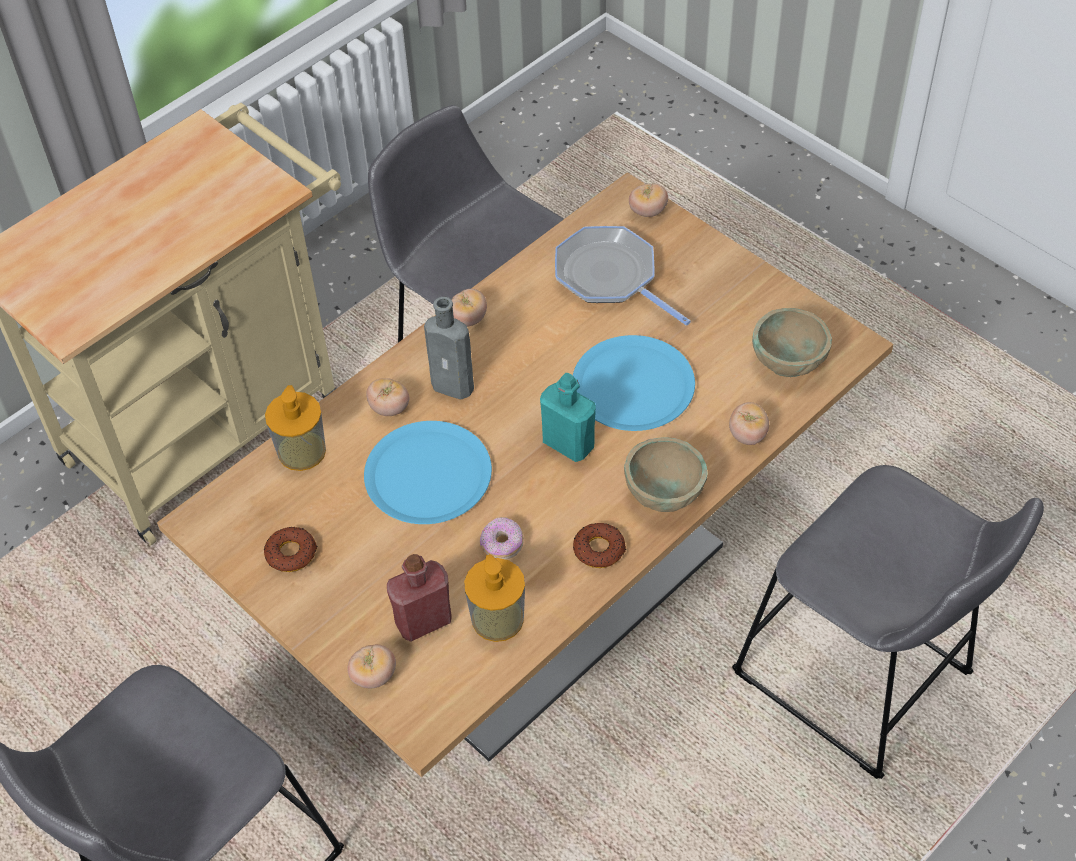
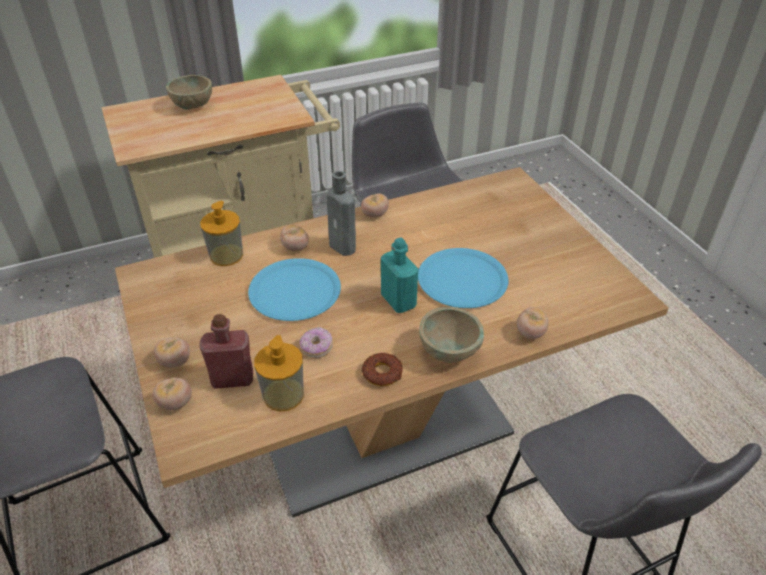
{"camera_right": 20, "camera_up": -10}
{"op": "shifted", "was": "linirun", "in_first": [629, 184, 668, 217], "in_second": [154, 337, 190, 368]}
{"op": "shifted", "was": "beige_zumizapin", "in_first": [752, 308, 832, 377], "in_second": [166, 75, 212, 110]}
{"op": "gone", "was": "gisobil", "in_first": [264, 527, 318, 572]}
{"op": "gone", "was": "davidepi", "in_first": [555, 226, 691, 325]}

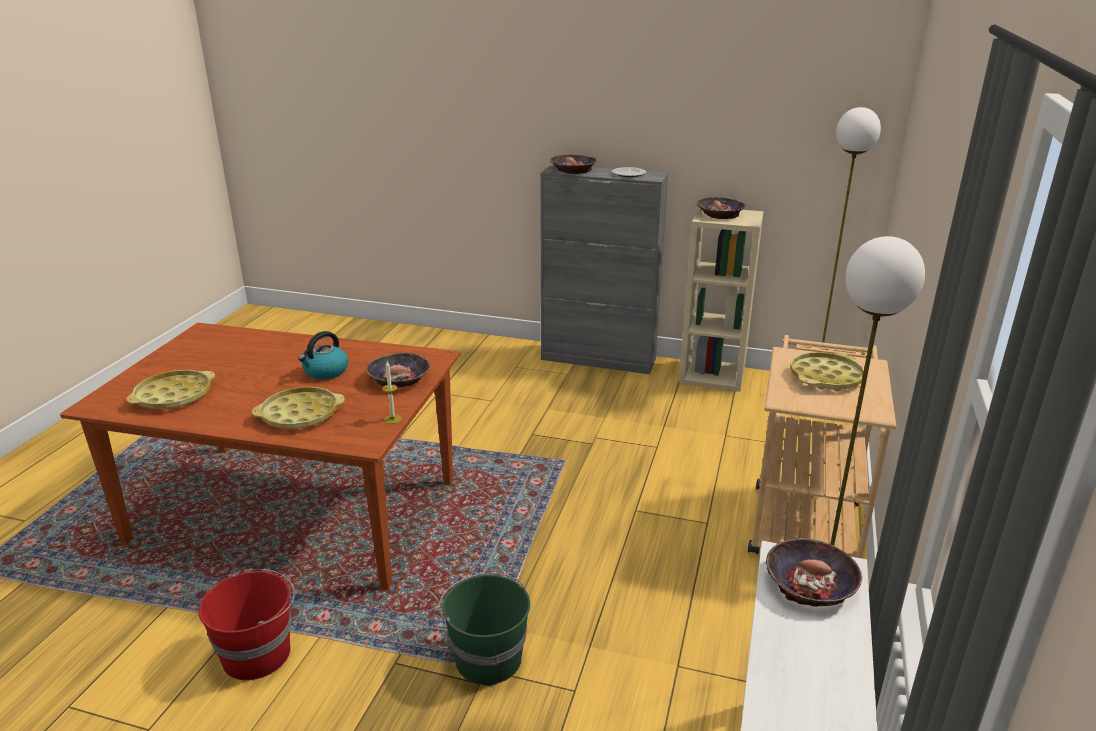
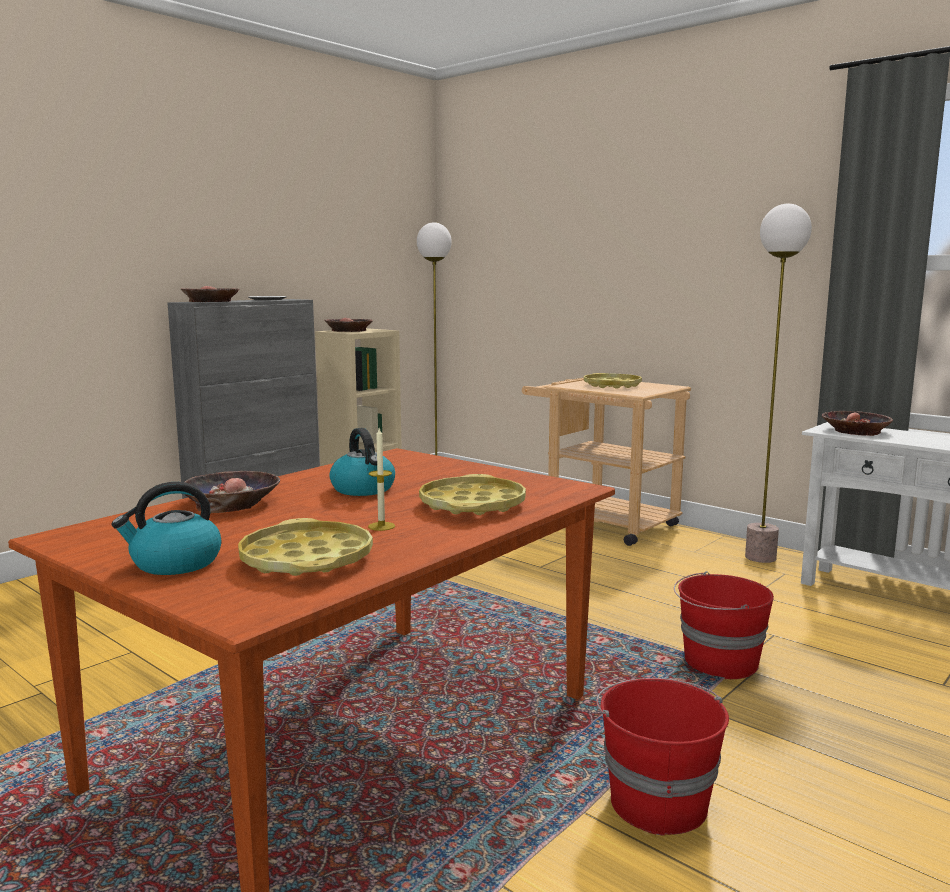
{"camera_right": -65, "camera_up": -15}
{"op": "new", "now": "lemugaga", "in_second": [112, 482, 221, 575]}
{"op": "shifted", "was": "zumizapin", "in_first": [366, 353, 430, 388], "in_second": [185, 471, 280, 513]}
{"op": "shifted", "was": "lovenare", "in_first": [382, 361, 402, 424], "in_second": [368, 428, 395, 531]}
{"op": "repainted", "was": "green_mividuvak", "now": "red_mividuvak", "in_first": [439, 573, 530, 686], "in_second": [674, 571, 774, 679]}

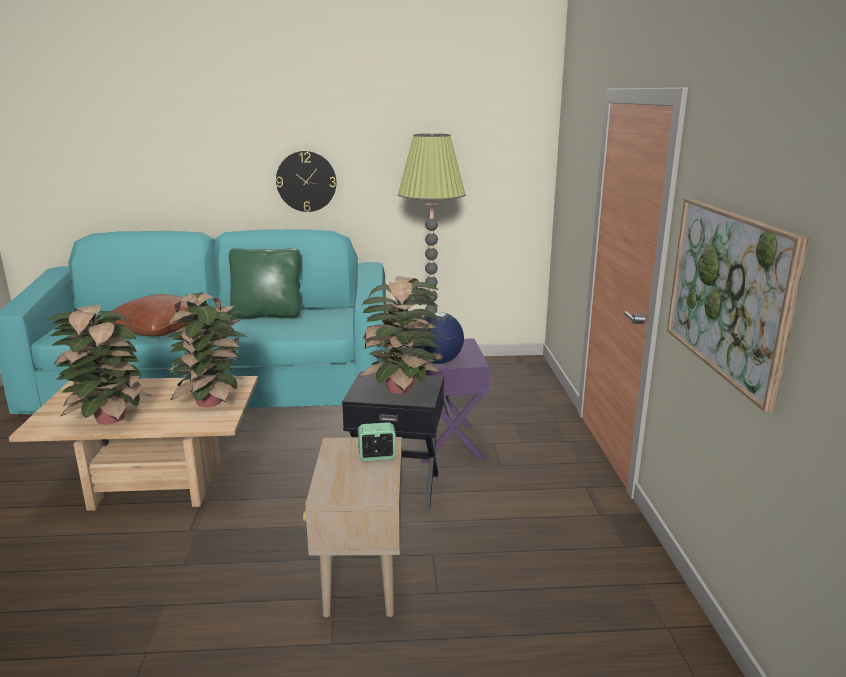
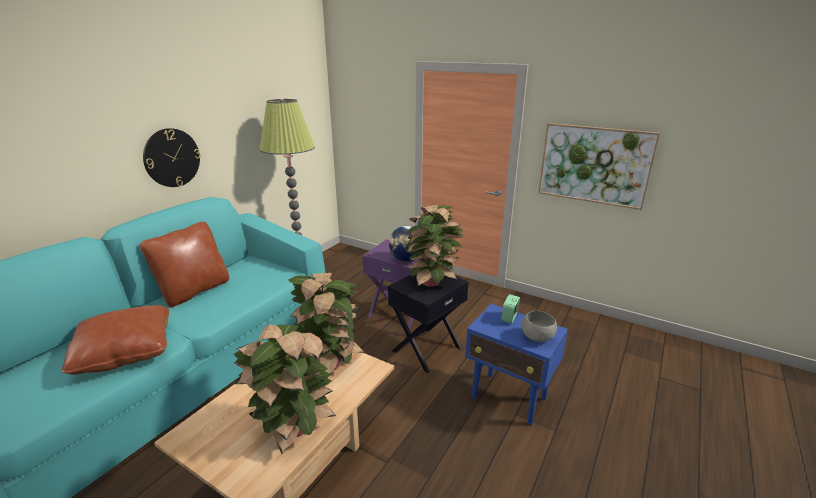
{"camera_right": -55, "camera_up": 5}
{"op": "repainted", "was": "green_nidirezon", "now": "brown_nidirezon", "in_first": [229, 248, 301, 319], "in_second": [140, 222, 229, 308]}
{"op": "repainted", "was": "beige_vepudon", "now": "blue_vepudon", "in_first": [303, 437, 402, 617], "in_second": [465, 304, 568, 425]}
{"op": "new", "now": "grey_zumizapin", "in_second": [522, 311, 557, 342]}

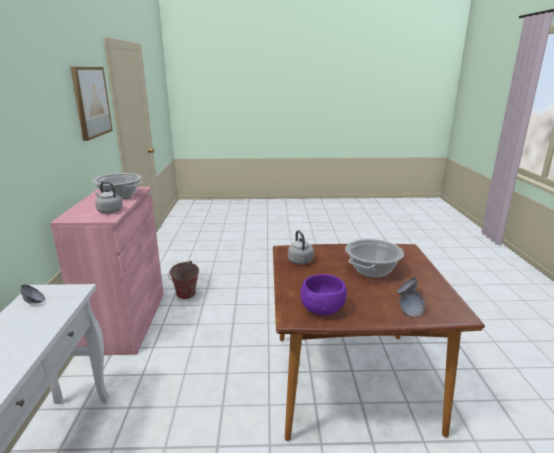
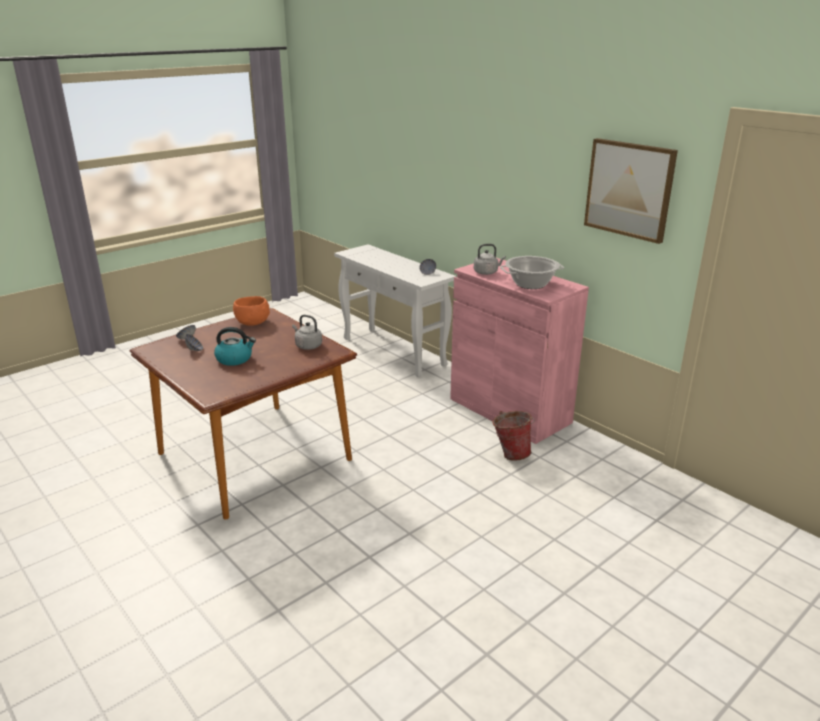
{"camera_right": 140, "camera_up": 5}
{"op": "swapped", "was": "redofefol", "now": "lemugaga", "in_first": [345, 239, 404, 278], "in_second": [214, 327, 256, 366]}
{"op": "repainted", "was": "purple_zumizapin", "now": "orange_zumizapin", "in_first": [300, 274, 347, 315], "in_second": [233, 296, 270, 326]}

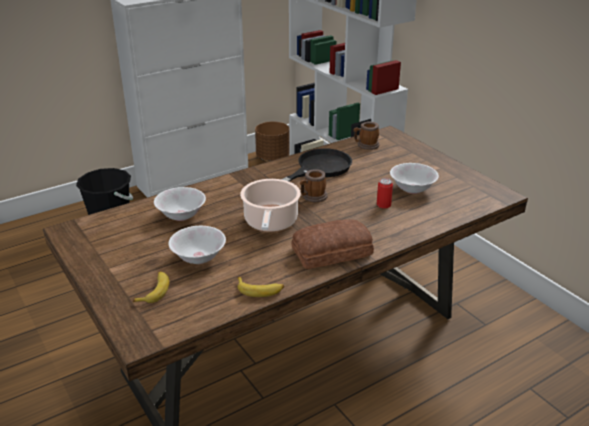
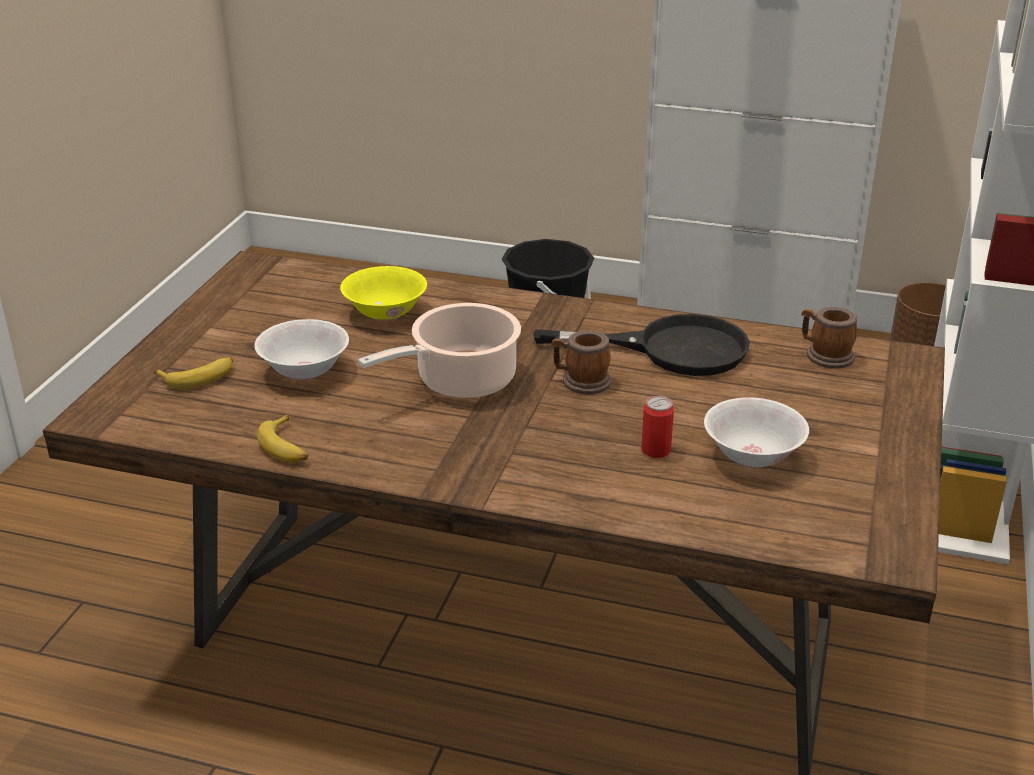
{"camera_right": 50, "camera_up": 0}
{"op": "repainted", "was": "white_zumizapin", "now": "yellow_zumizapin", "in_first": [154, 187, 206, 221], "in_second": [340, 266, 427, 321]}
{"op": "gone", "was": "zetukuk", "in_first": [291, 219, 374, 269]}

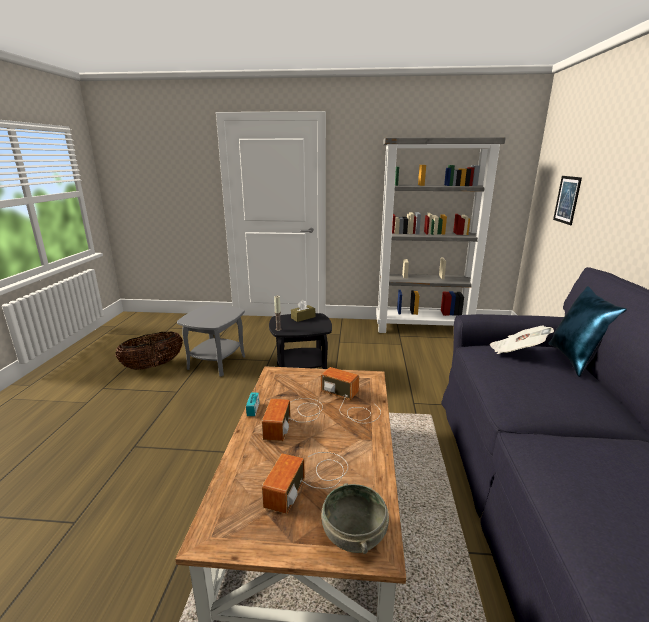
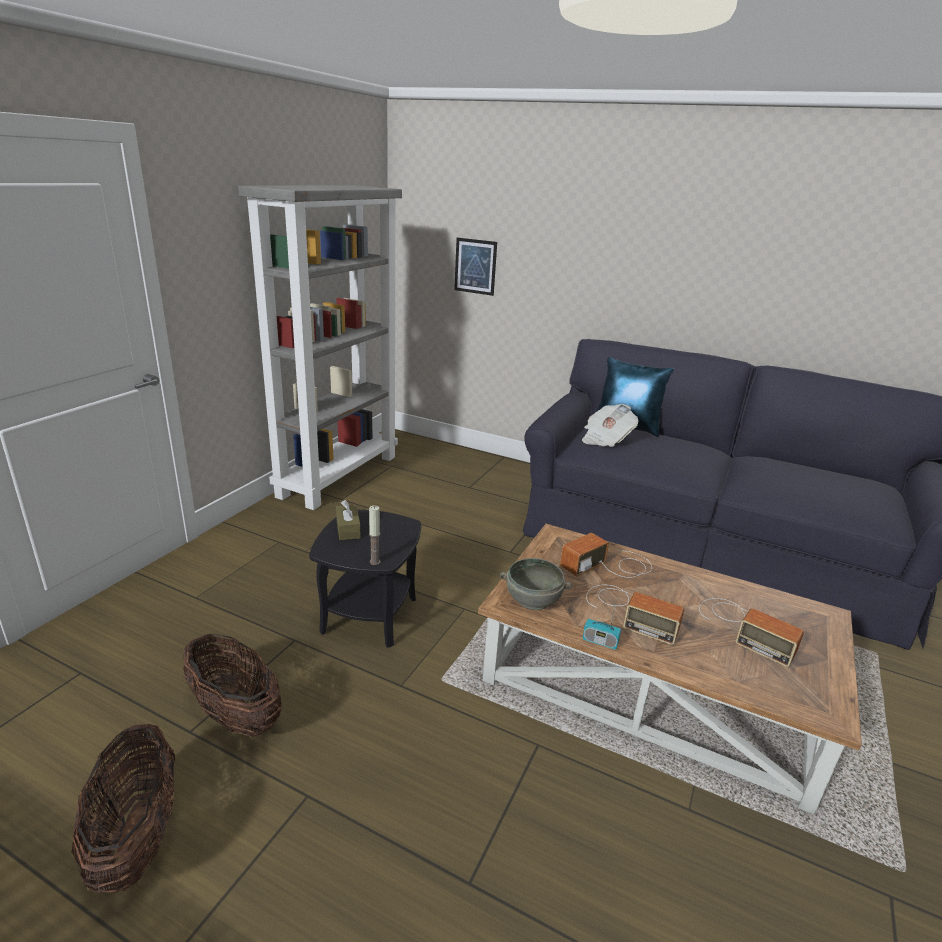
{"camera_right": -70, "camera_up": 5}
{"op": "swapped", "was": "grey_vepudon", "now": "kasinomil", "in_first": [177, 305, 245, 377], "in_second": [183, 634, 282, 737]}
{"op": "shifted", "was": "grey_zumizapin", "in_first": [321, 483, 389, 554], "in_second": [500, 558, 572, 610]}

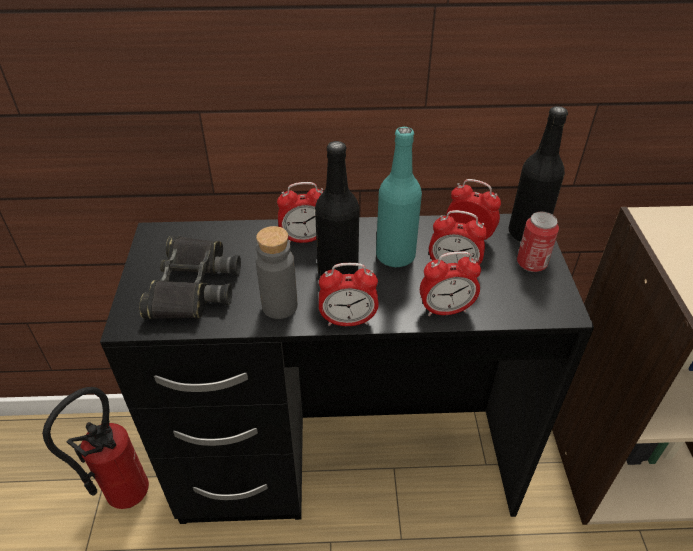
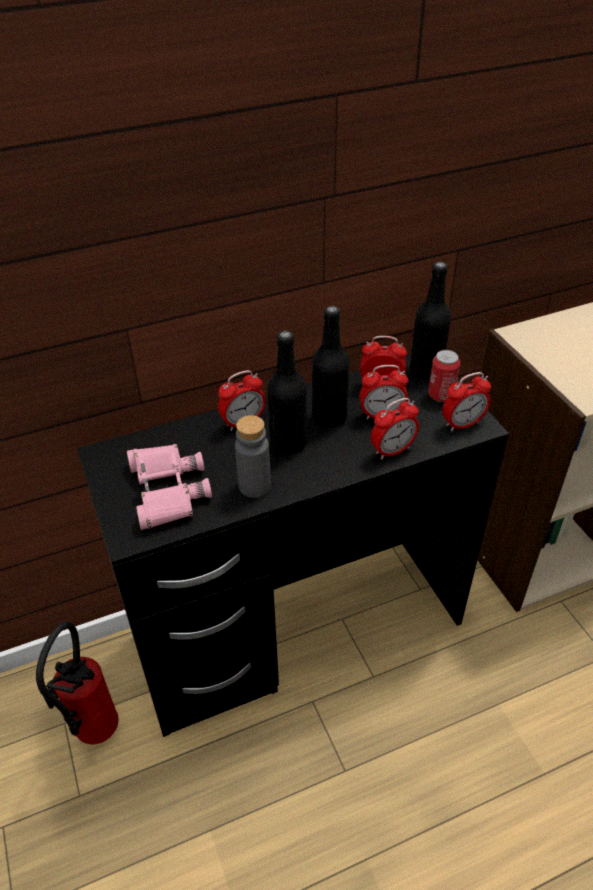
{"camera_right": -20, "camera_up": 0}
{"op": "repainted", "was": "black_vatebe", "now": "pink_vatebe", "in_first": [139, 236, 241, 319], "in_second": [127, 444, 212, 530]}
{"op": "repainted", "was": "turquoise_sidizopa", "now": "black_sidizopa", "in_first": [376, 127, 422, 268], "in_second": [312, 306, 350, 428]}
{"op": "shifted", "was": "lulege", "in_first": [319, 263, 379, 326], "in_second": [442, 372, 491, 432]}

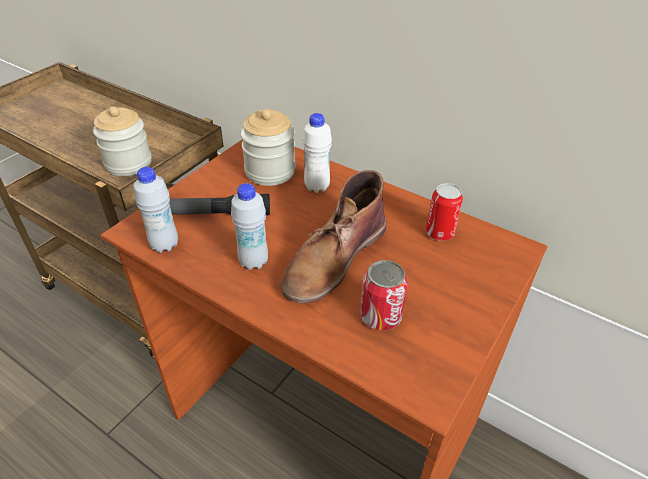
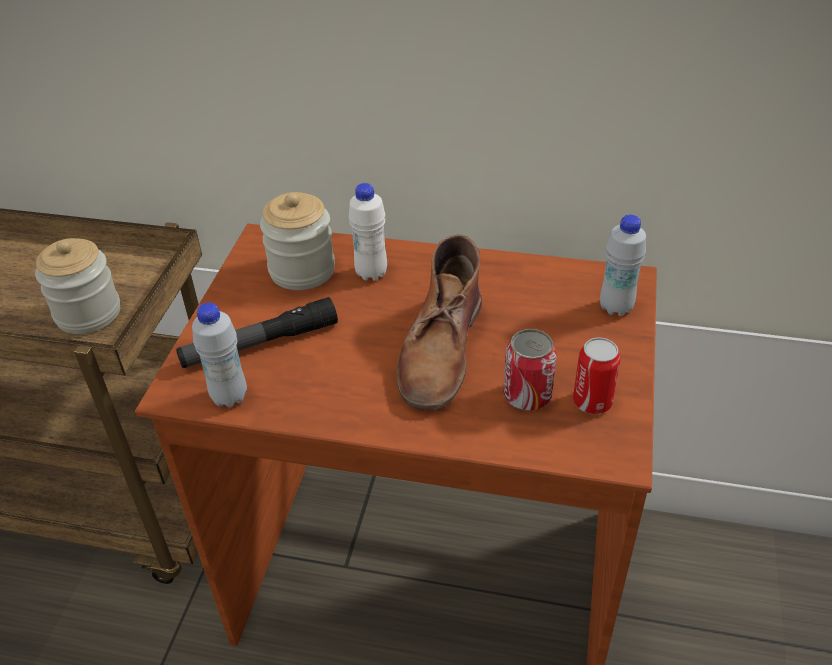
{"camera_right": -20, "camera_up": 0}
{"op": "shifted", "was": "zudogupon", "in_first": [426, 183, 463, 241], "in_second": [573, 338, 621, 414]}
{"op": "shifted", "was": "white_sidizopa", "in_first": [231, 183, 268, 270], "in_second": [600, 215, 646, 316]}

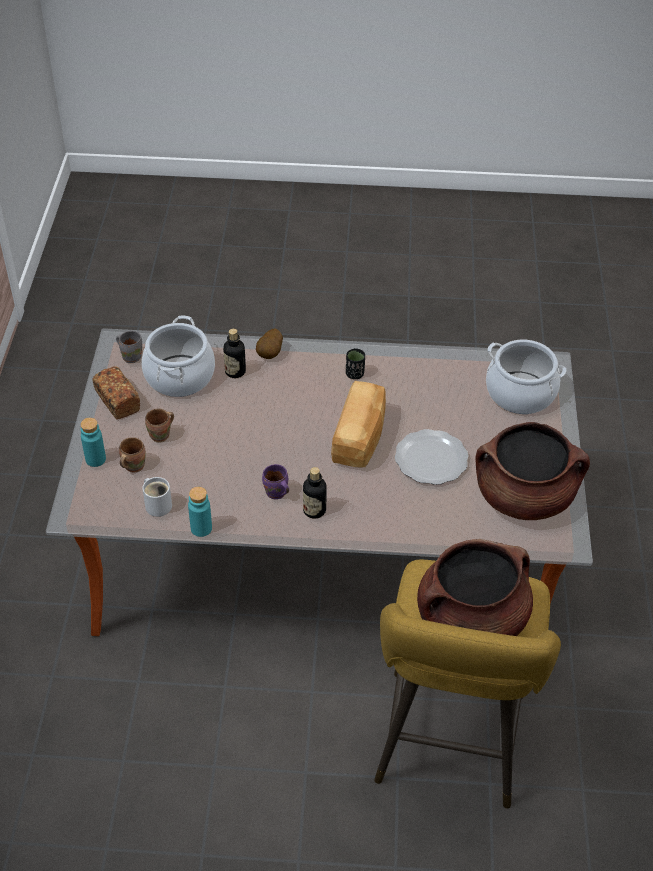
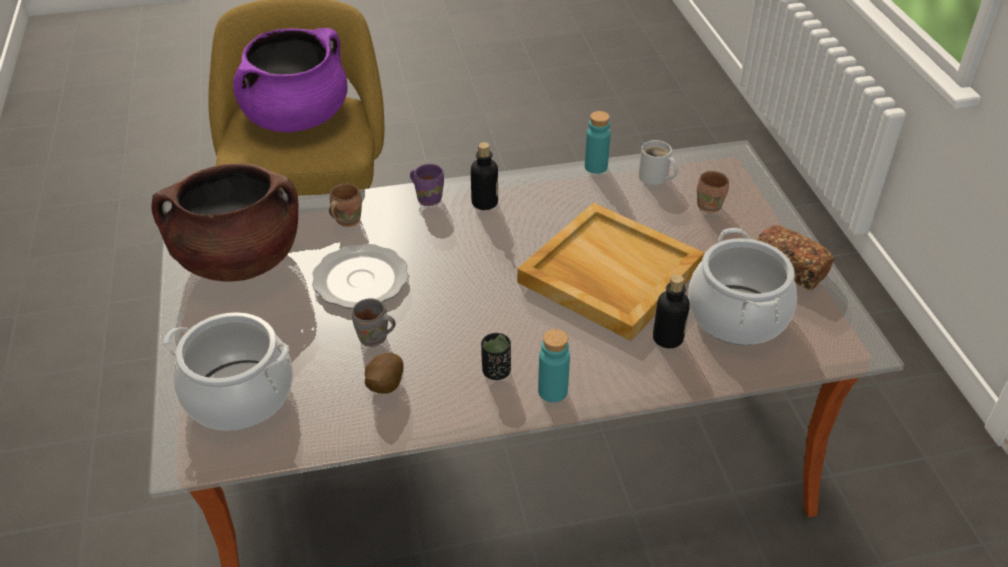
{"camera_right": 165, "camera_up": -5}
{"op": "repainted", "was": "brown_redofefol", "now": "purple_redofefol", "in_first": [417, 539, 533, 636], "in_second": [233, 28, 347, 132]}
{"op": "shifted", "was": "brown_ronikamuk", "in_first": [145, 408, 174, 442], "in_second": [329, 183, 362, 227]}
{"op": "shifted", "was": "grey_ronikamuk", "in_first": [116, 330, 142, 363], "in_second": [352, 298, 395, 347]}
{"op": "shifted", "was": "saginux", "in_first": [256, 329, 283, 359], "in_second": [365, 353, 404, 394]}
{"op": "shifted", "was": "purple_ronikamuk", "in_first": [262, 464, 289, 499], "in_second": [410, 164, 444, 206]}
{"op": "new", "now": "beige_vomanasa", "in_second": [517, 203, 704, 341]}
{"op": "shifted", "was": "turquoise_sidizopa", "in_first": [80, 418, 106, 467], "in_second": [538, 329, 570, 402]}
{"op": "gone", "was": "zetukuk", "in_first": [331, 381, 386, 467]}

